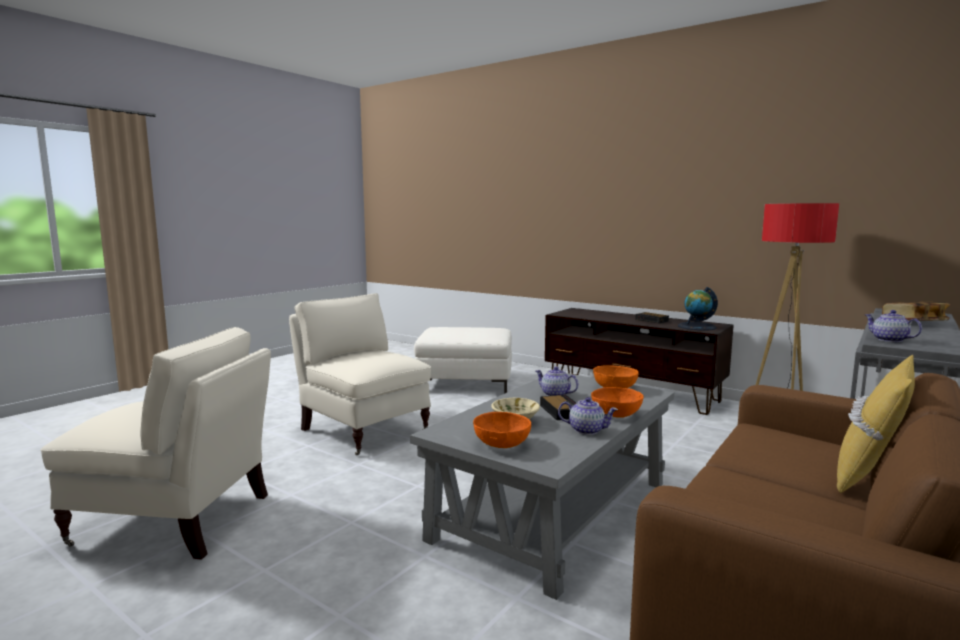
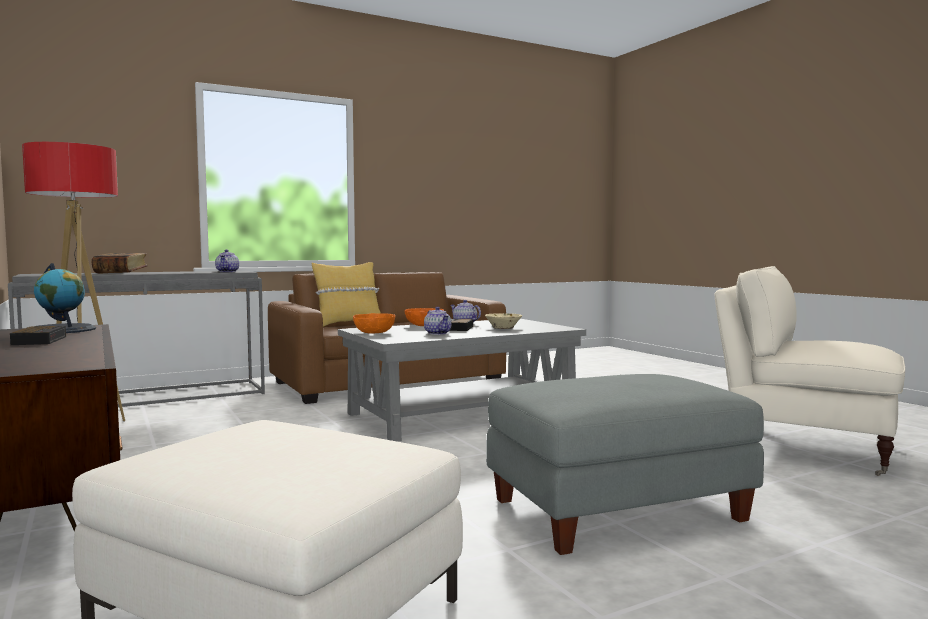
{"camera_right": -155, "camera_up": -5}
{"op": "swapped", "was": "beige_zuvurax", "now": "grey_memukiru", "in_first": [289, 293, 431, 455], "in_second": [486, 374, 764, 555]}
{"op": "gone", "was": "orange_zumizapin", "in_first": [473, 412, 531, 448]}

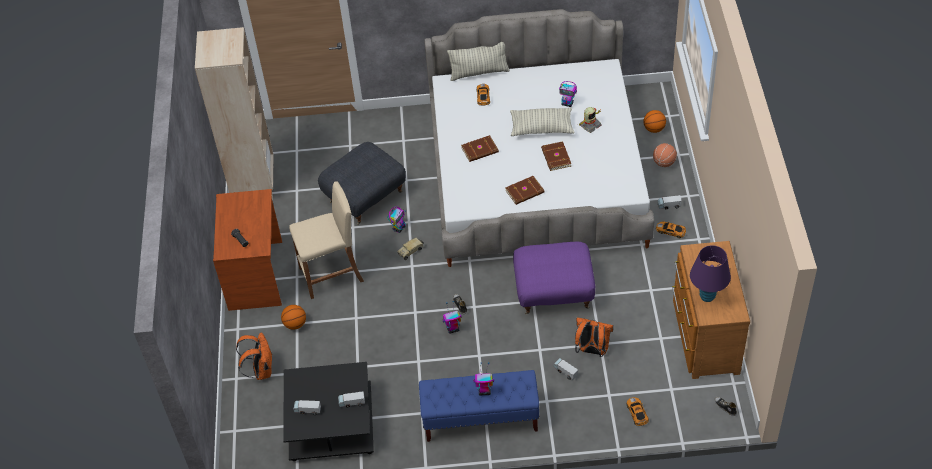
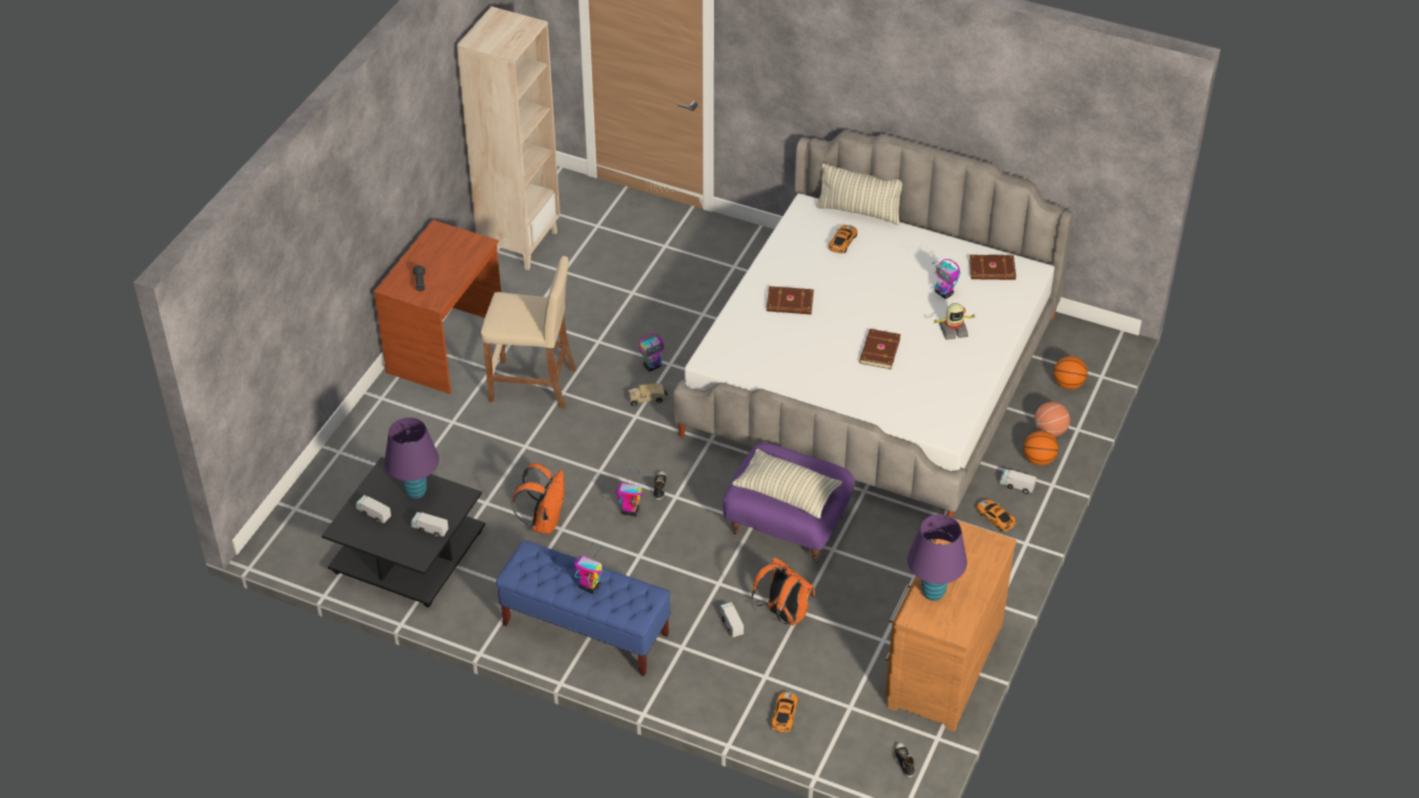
{"camera_right": 25, "camera_up": -5}
{"op": "new", "now": "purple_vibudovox", "in_second": [384, 417, 439, 499]}
{"op": "shifted", "was": "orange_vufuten", "in_first": [236, 332, 272, 380], "in_second": [512, 463, 565, 534]}
{"op": "shifted", "was": "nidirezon", "in_first": [510, 107, 575, 136], "in_second": [732, 449, 842, 518]}
{"op": "shifted", "was": "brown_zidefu", "in_first": [505, 176, 545, 205], "in_second": [969, 255, 1016, 280]}
{"op": "shifted", "was": "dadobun", "in_first": [281, 305, 306, 330], "in_second": [1023, 431, 1059, 466]}
{"op": "gone", "was": "grey_memukiru", "in_first": [318, 142, 406, 225]}

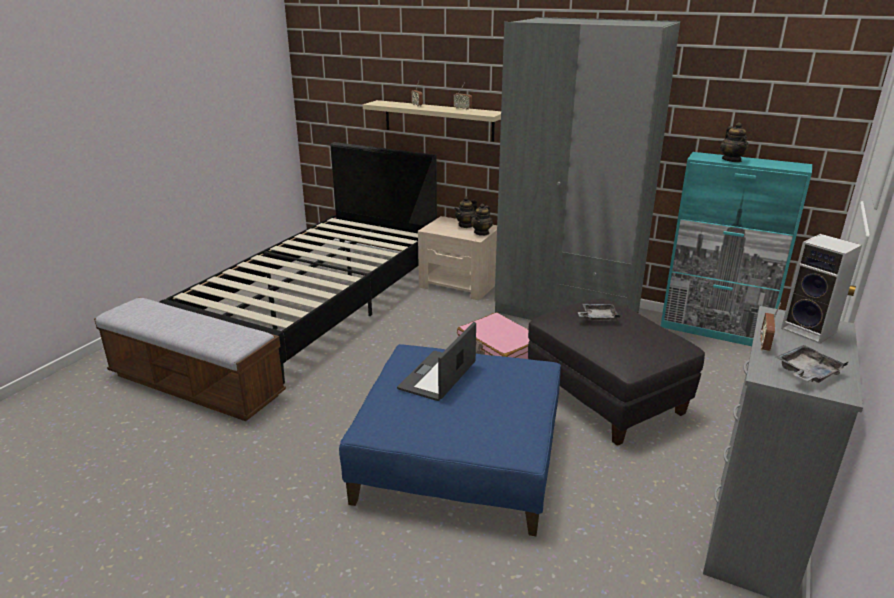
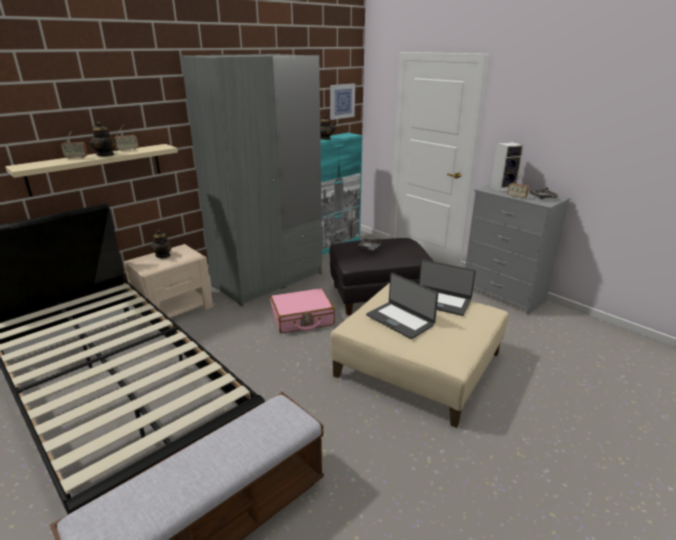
{"camera_right": -70, "camera_up": 0}
{"op": "shifted", "was": "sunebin", "in_first": [471, 203, 493, 236], "in_second": [90, 122, 116, 156]}
{"op": "new", "now": "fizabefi", "in_second": [330, 84, 355, 120]}
{"op": "repainted", "was": "blue_memukiru", "now": "beige_memukiru", "in_first": [339, 344, 561, 536], "in_second": [330, 283, 508, 428]}
{"op": "new", "now": "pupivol", "in_second": [419, 259, 476, 316]}

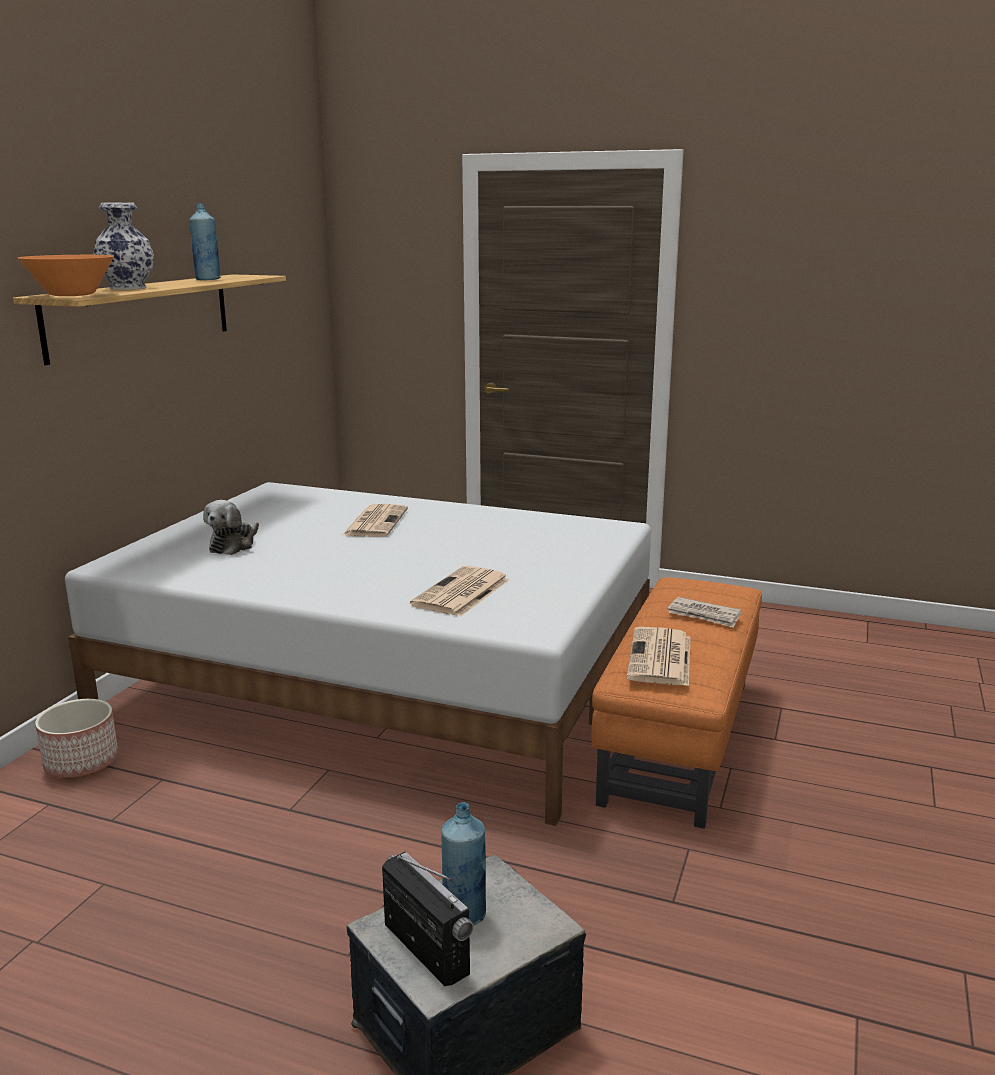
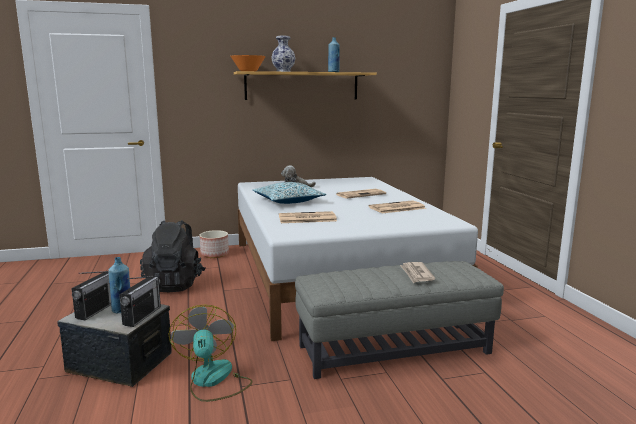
{"camera_right": 55, "camera_up": -5}
{"op": "new", "now": "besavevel", "in_second": [119, 276, 161, 327]}
{"op": "new", "now": "black_vufuten", "in_second": [140, 220, 206, 292]}
{"op": "new", "now": "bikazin", "in_second": [169, 305, 252, 402]}
{"op": "new", "now": "nidirezon", "in_second": [253, 182, 326, 204]}
{"op": "repainted", "was": "orange_memukiru", "now": "grey_memukiru", "in_first": [592, 577, 762, 829], "in_second": [295, 261, 504, 379]}
{"op": "shifted", "was": "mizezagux", "in_first": [626, 627, 691, 686], "in_second": [369, 200, 426, 213]}

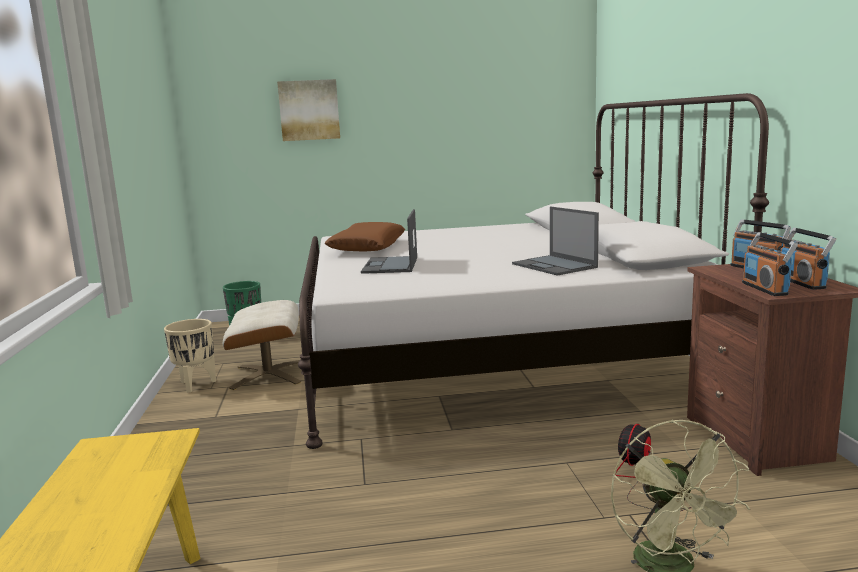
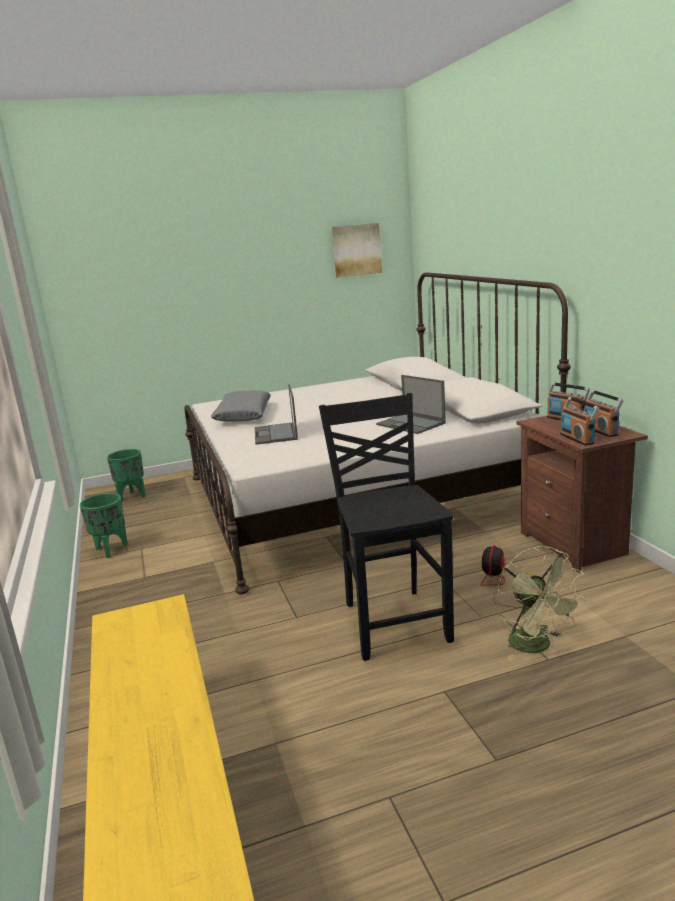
{"camera_right": -10, "camera_up": 5}
{"op": "repainted", "was": "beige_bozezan", "now": "green_bozezan", "in_first": [164, 319, 216, 393], "in_second": [80, 493, 128, 558]}
{"op": "repainted", "was": "brown_nidirezon", "now": "grey_nidirezon", "in_first": [325, 222, 405, 251], "in_second": [211, 390, 271, 422]}
{"op": "new", "now": "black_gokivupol", "in_second": [319, 393, 454, 661]}
{"op": "shifted", "was": "fizabefi", "in_first": [277, 79, 340, 141], "in_second": [332, 223, 382, 278]}
{"op": "gone", "was": "beige_memukiru", "in_first": [223, 300, 301, 390]}

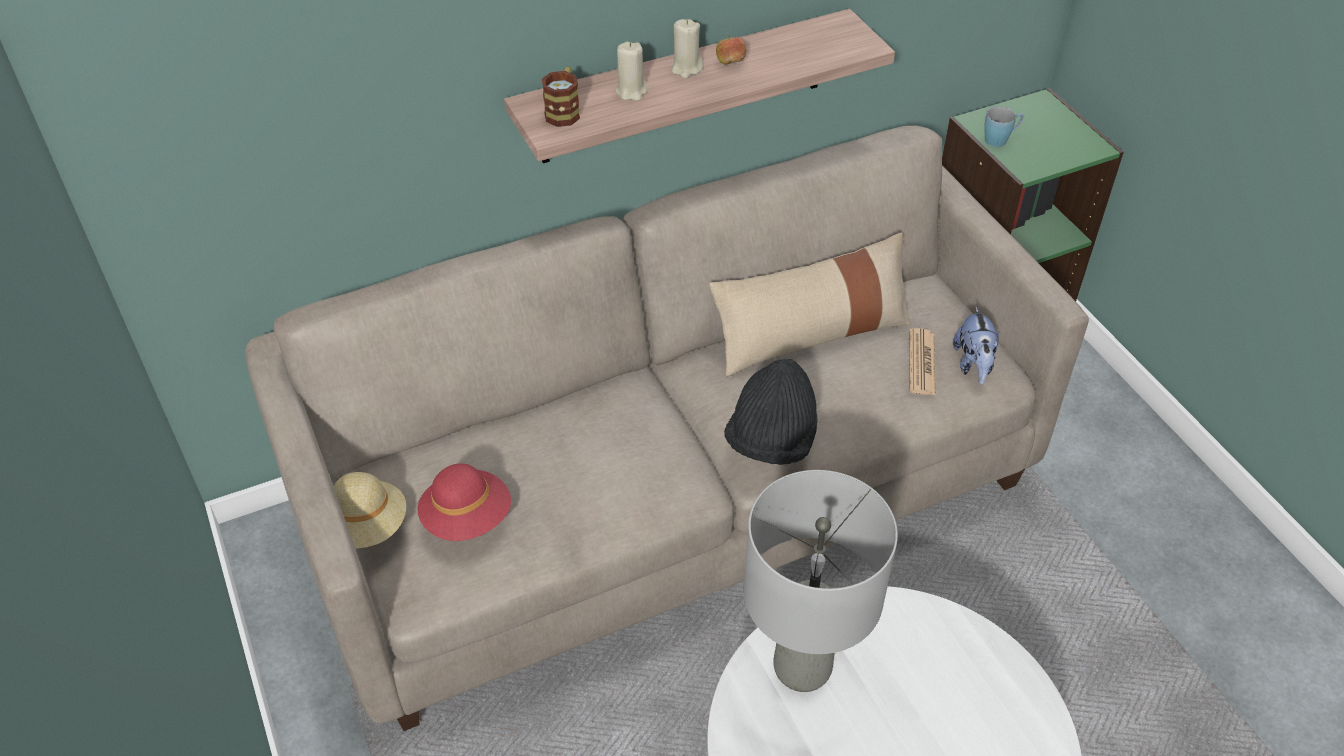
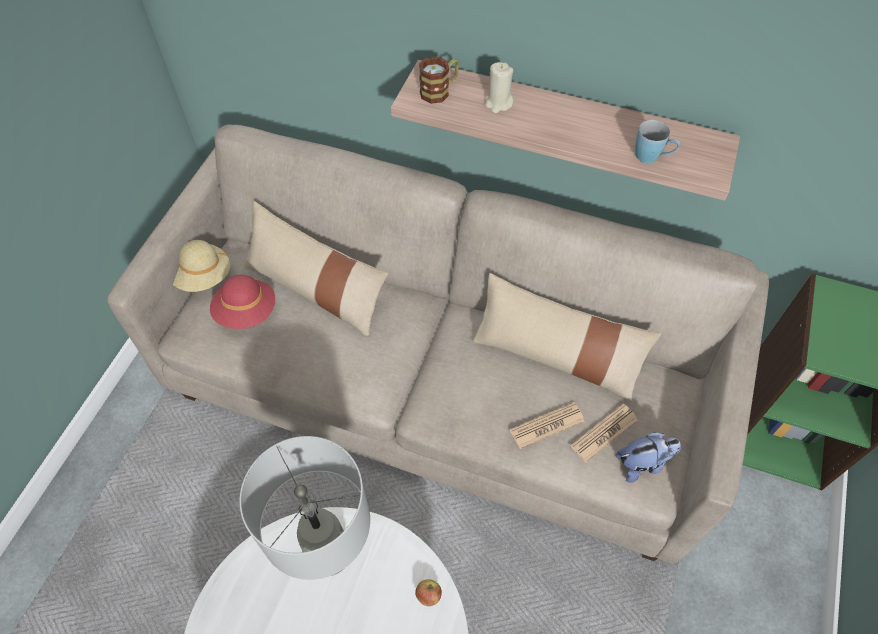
{"camera_right": 45, "camera_up": 10}
{"op": "new", "now": "beige_nidirezon", "in_second": [244, 201, 388, 336]}
{"op": "shifted", "was": "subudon", "in_first": [716, 35, 746, 65], "in_second": [415, 579, 442, 606]}
{"op": "new", "now": "mizezagux", "in_second": [510, 402, 585, 449]}
{"op": "rotated", "was": "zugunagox", "in_first": [953, 307, 999, 385], "in_second": [615, 432, 681, 483], "clockwise": -150}
{"op": "shifted", "was": "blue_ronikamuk", "in_first": [984, 106, 1025, 147], "in_second": [635, 120, 681, 163]}
{"op": "gone", "was": "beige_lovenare", "in_first": [671, 19, 704, 78]}
{"op": "gone", "was": "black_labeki", "in_first": [724, 359, 818, 465]}

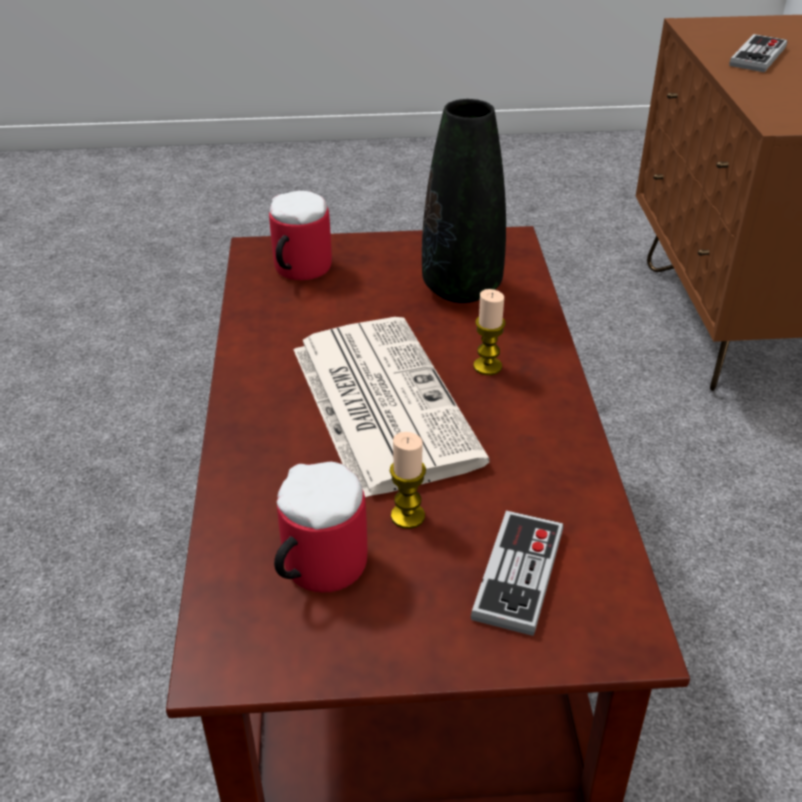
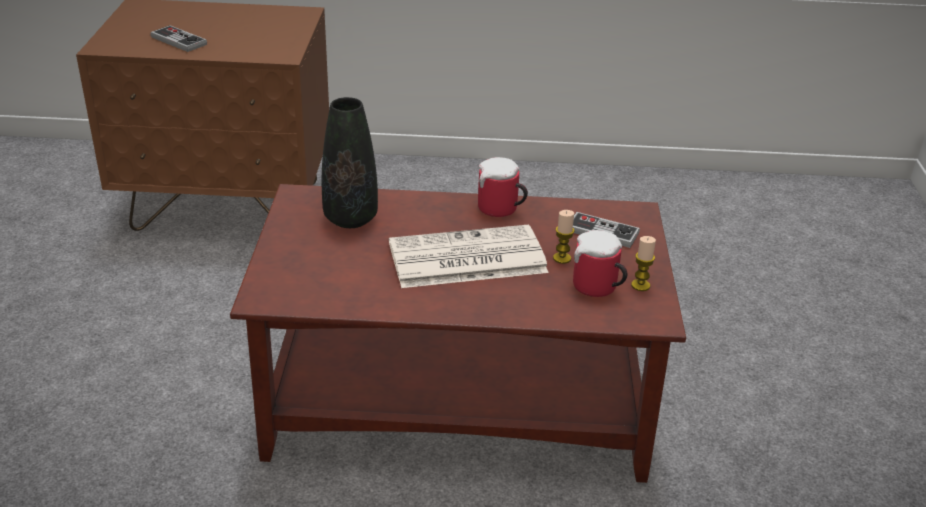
{"camera_right": -85, "camera_up": -5}
{"op": "shifted", "was": "ronikamuk", "in_first": [269, 191, 332, 280], "in_second": [478, 157, 528, 217]}
{"op": "shifted", "was": "lovenare", "in_first": [473, 289, 506, 375], "in_second": [631, 236, 656, 291]}

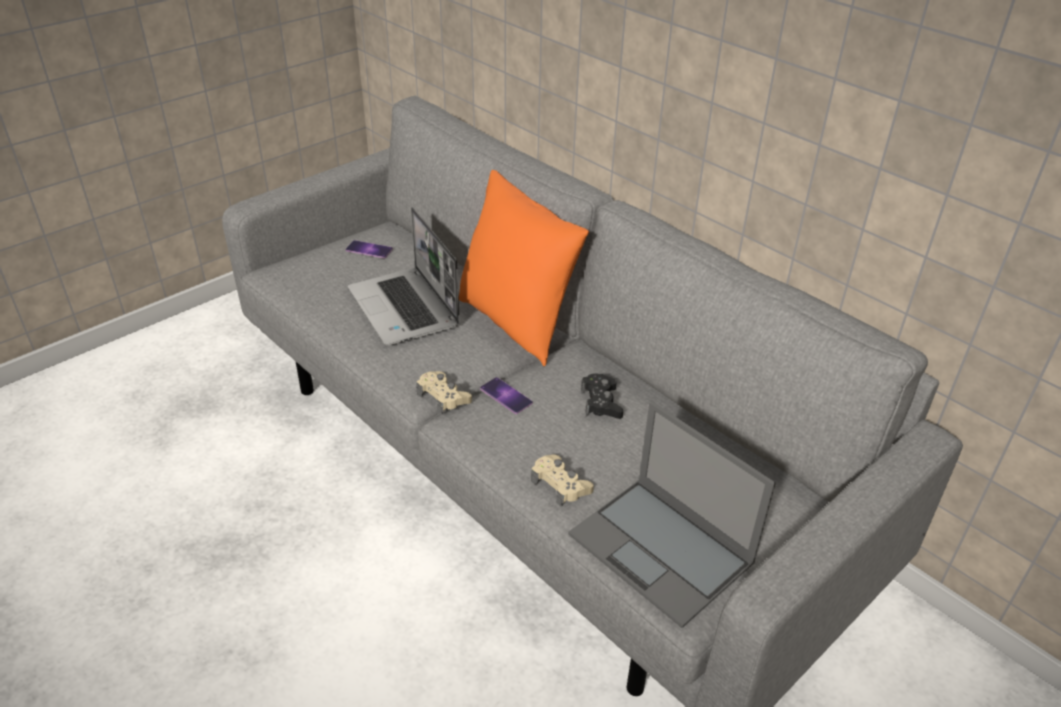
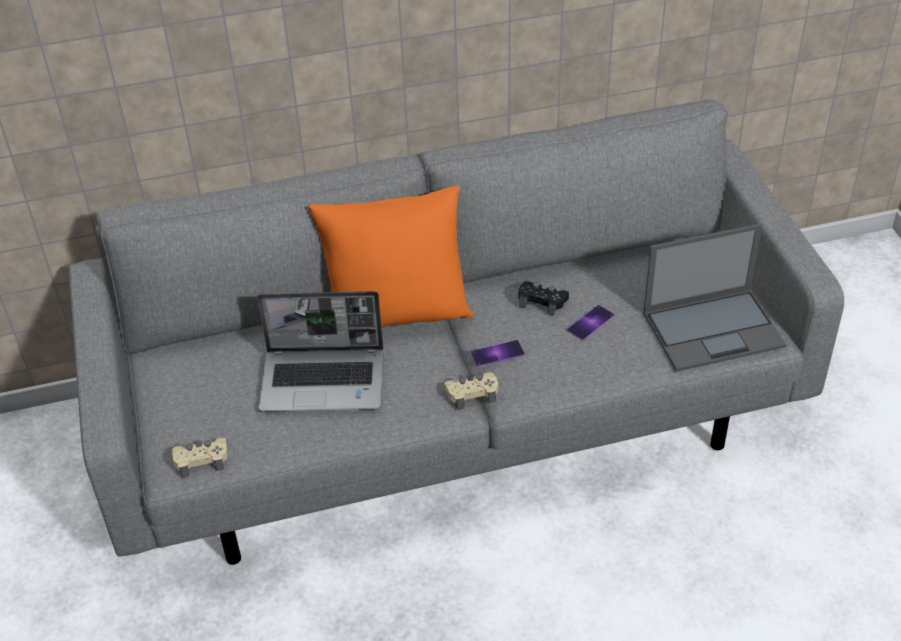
{"camera_right": -60, "camera_up": 5}
{"op": "shifted", "was": "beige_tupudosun", "in_first": [531, 455, 594, 507], "in_second": [172, 438, 228, 478]}
{"op": "shifted", "was": "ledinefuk", "in_first": [346, 240, 393, 258], "in_second": [567, 305, 614, 341]}

